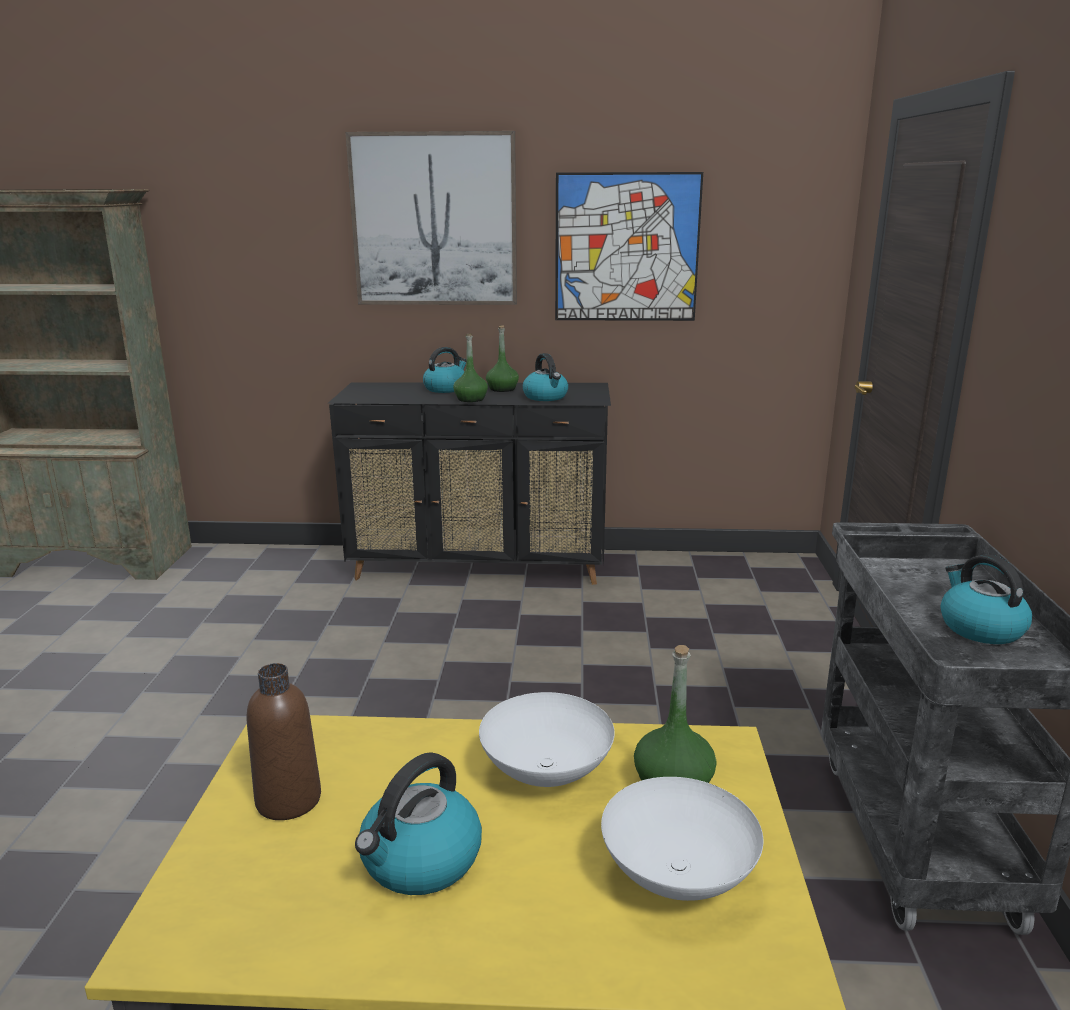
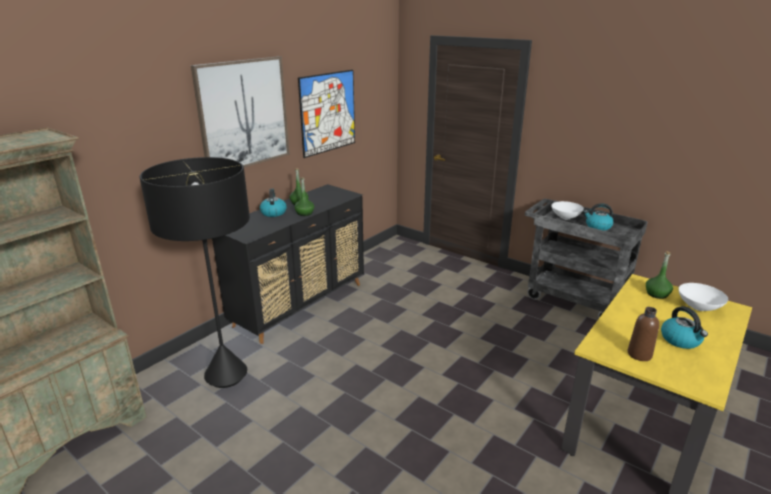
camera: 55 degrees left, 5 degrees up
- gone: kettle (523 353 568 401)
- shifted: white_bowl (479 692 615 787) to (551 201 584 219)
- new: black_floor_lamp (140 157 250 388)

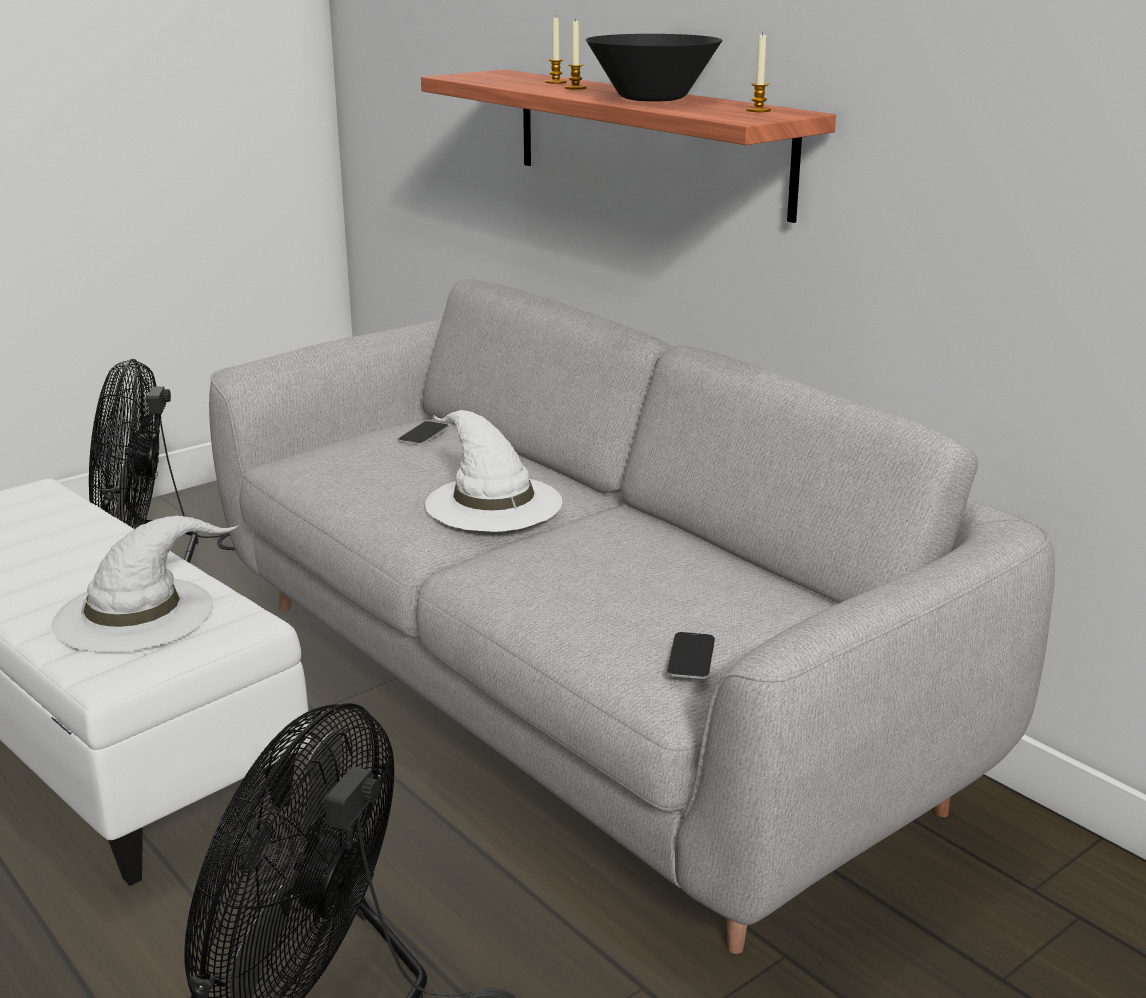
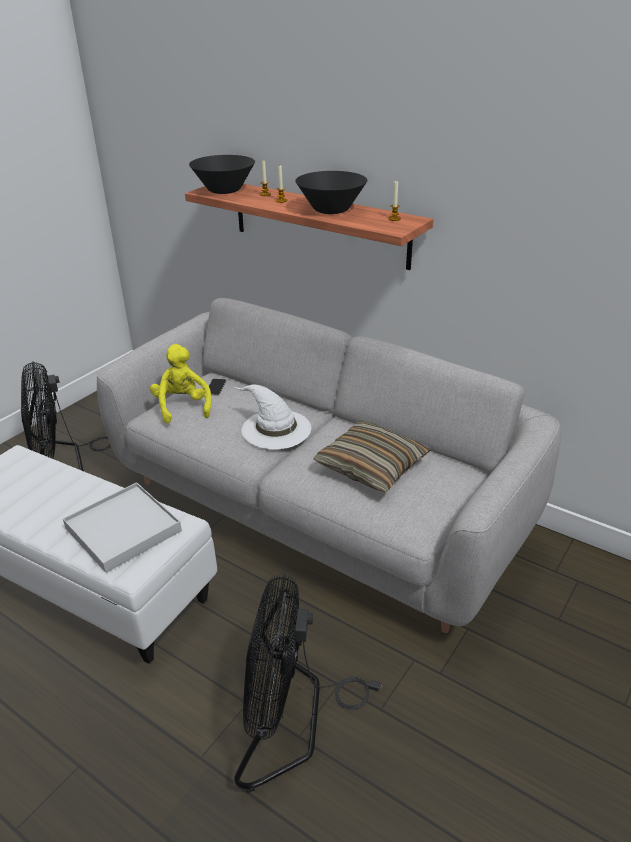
camera: 15 degrees left, 10 degrees up
- swapped: white_hat (52 516 239 653) to white_tray (63 482 182 573)
- gone: phone (667 632 715 679)
- new: black_bowl (189 155 255 194)
- new: yellow_plush_toy (150 344 211 424)
- new: pillow (313 421 431 493)

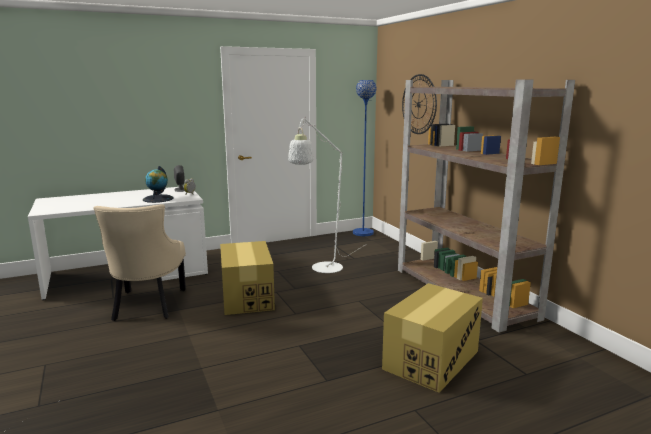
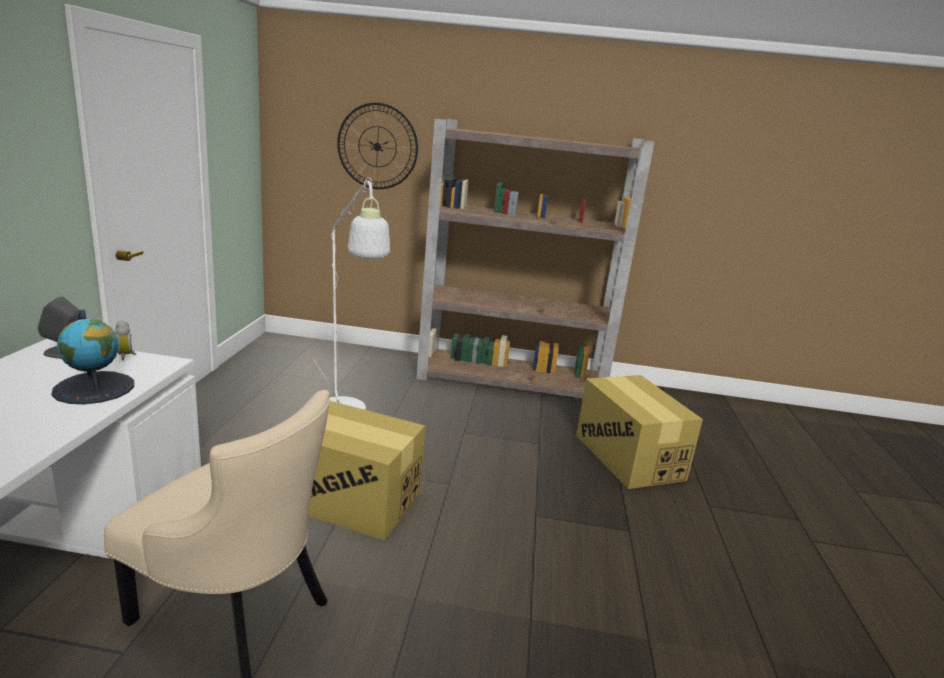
camera: 60 degrees left, 5 degrees up
- gone: blue_floor_lamp (353 80 376 236)

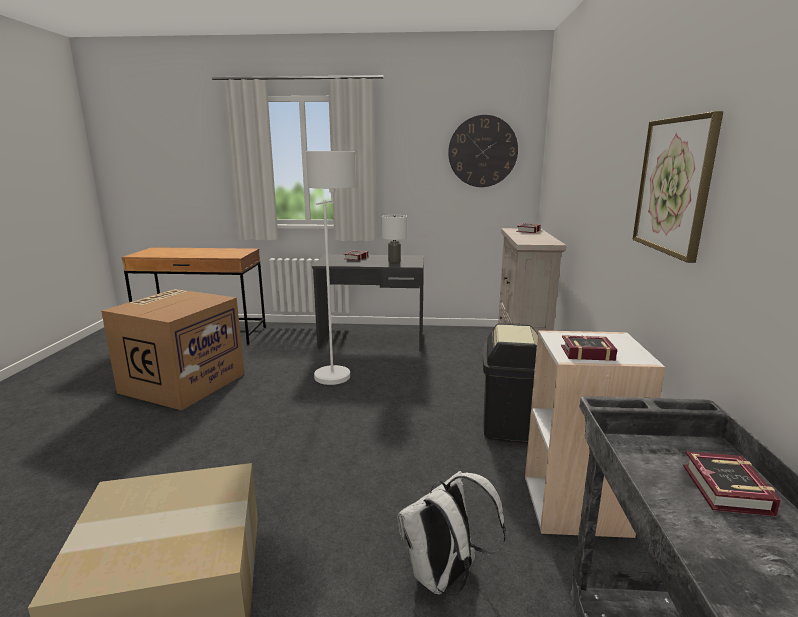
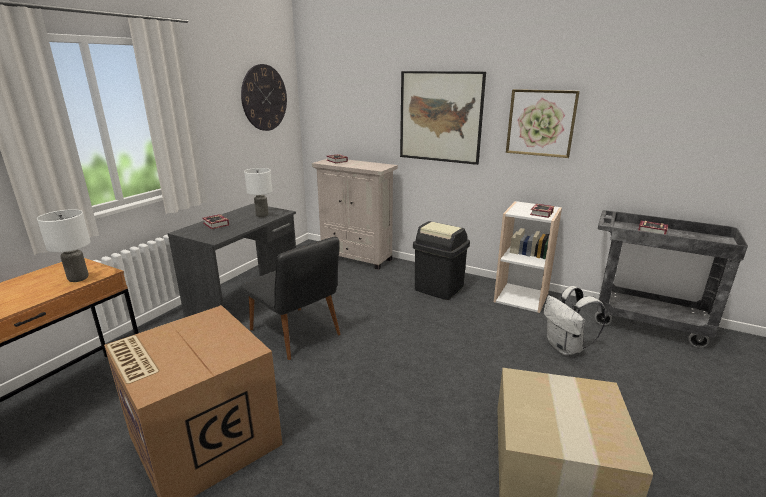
camera: 65 degrees left, 5 degrees up
- swapped: white_floor_lamp (306 151 356 385) to black_chair (241 237 341 360)
- new: picture (400 71 486 165)
- new: white_table_lamp (37 209 91 282)

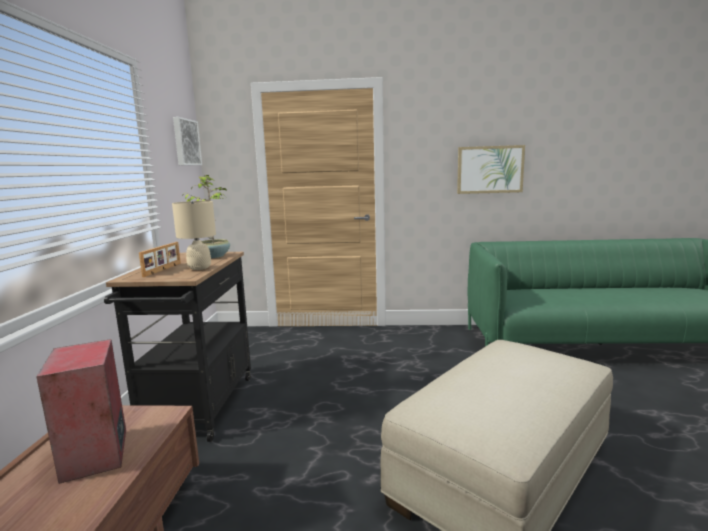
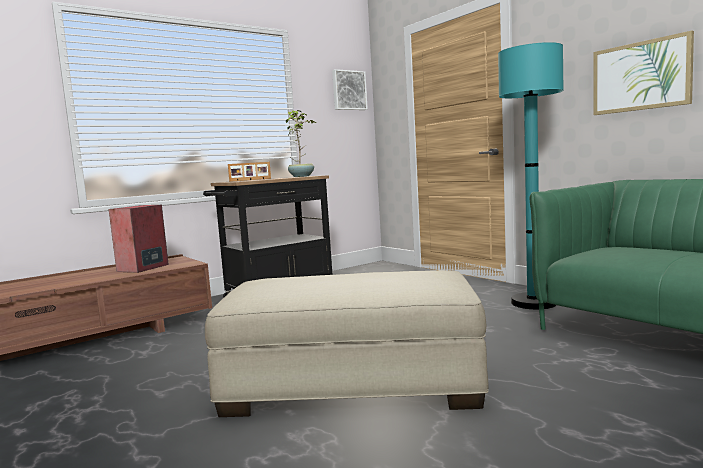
camera: 50 degrees right, 5 degrees down
- gone: beige_table_lamp (172 201 216 270)
- new: turquoise_floor_lamp (498 42 564 309)

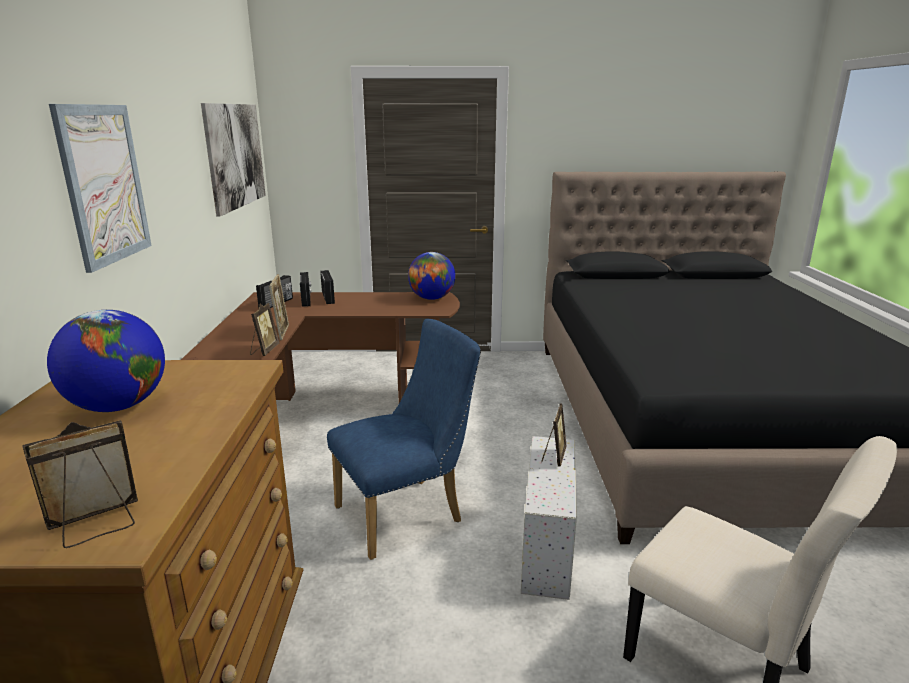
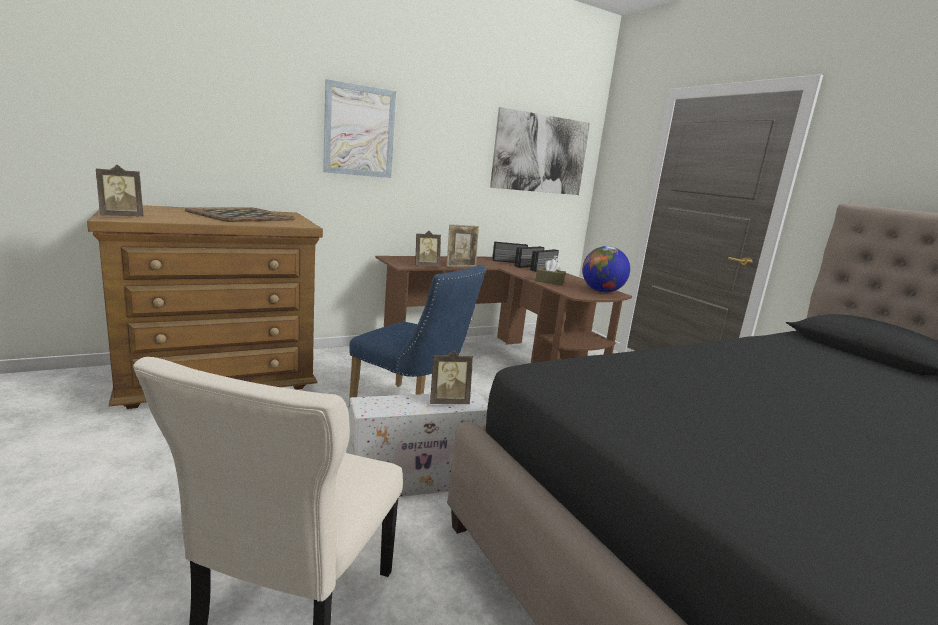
camera: 60 degrees right, 5 degrees down
- swapped: globe (47 310 165 412) to tray (185 207 295 222)
- rotated: picture_frame (22 420 138 548) = (96 165 143 216) 120 degrees clockwise
- new: brown_tissue_box (535 259 566 285)

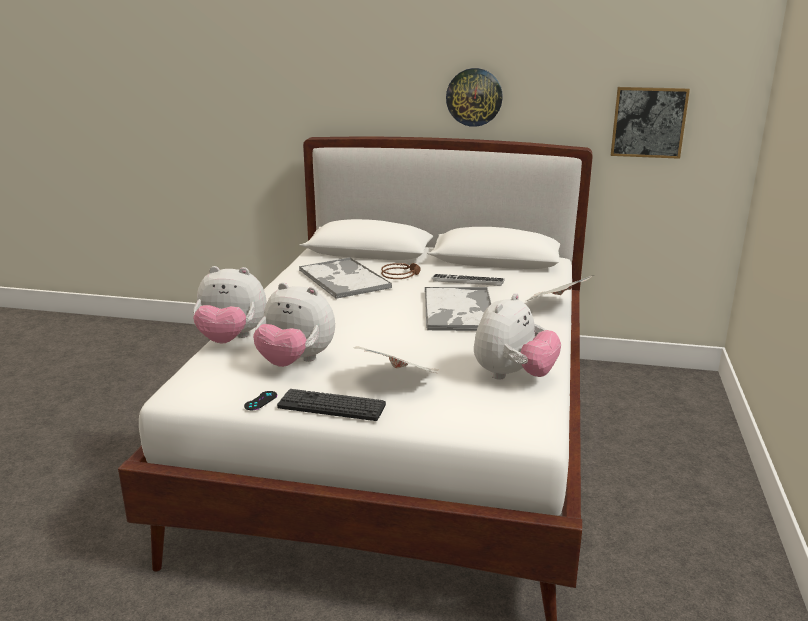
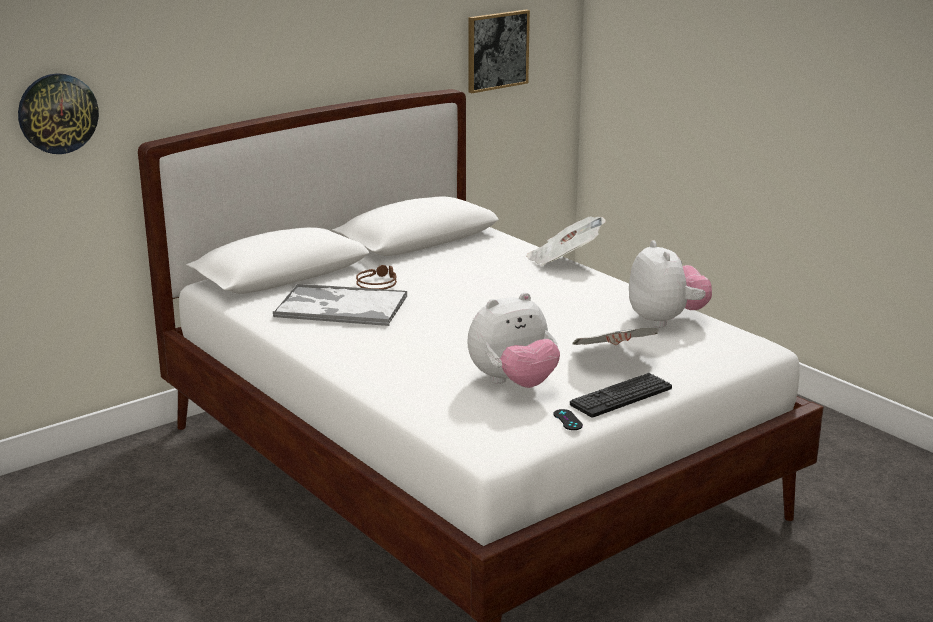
camera: 50 degrees left, 0 degrees up
- shifted: wall_clock (446 68 503 127) to (18 73 99 154)
- gone: plush_toy (193 266 266 344)
- gone: keyboard (431 274 505 286)
- gone: tray (425 287 491 331)

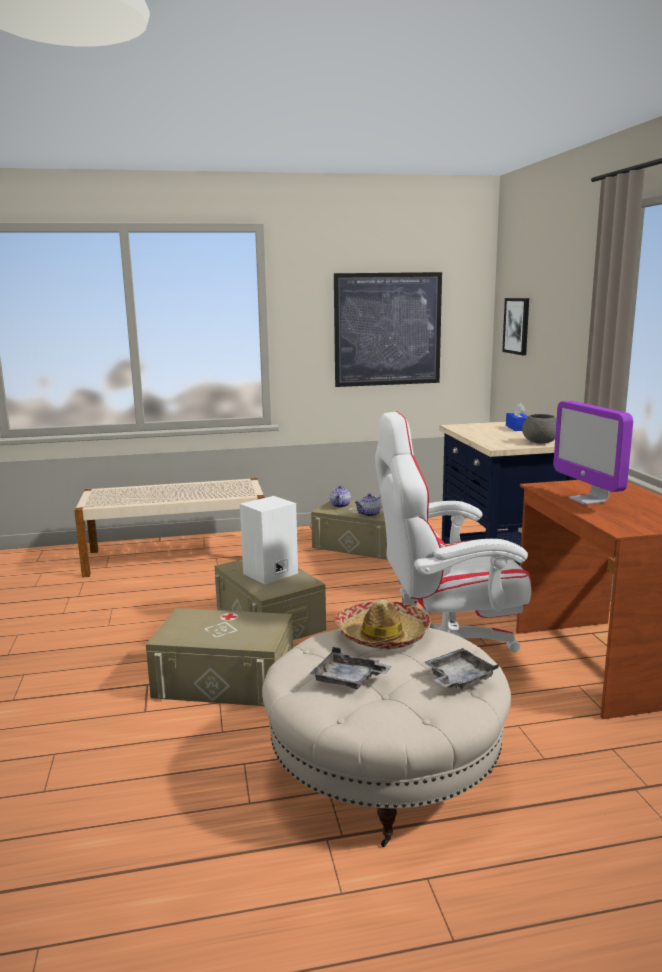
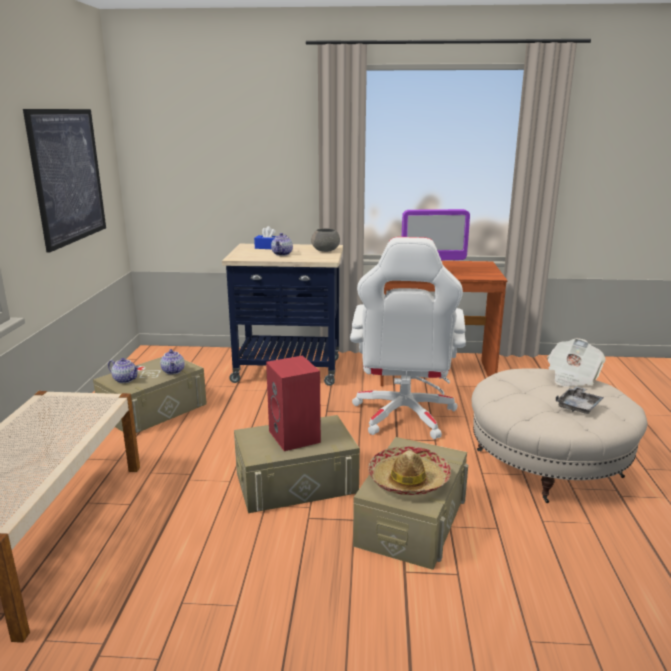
camera: 75 degrees left, 5 degrees up
- gone: picture (502 298 529 355)
- repainted: white_speaker (240 496 298 585) to red_speaker (266 355 321 451)
- shifted: hat (334 600 431 649) to (368 447 451 495)
- swapped: grey_tray (424 648 499 689) to newspaper (547 338 606 387)
- new: teapot (271 233 293 256)

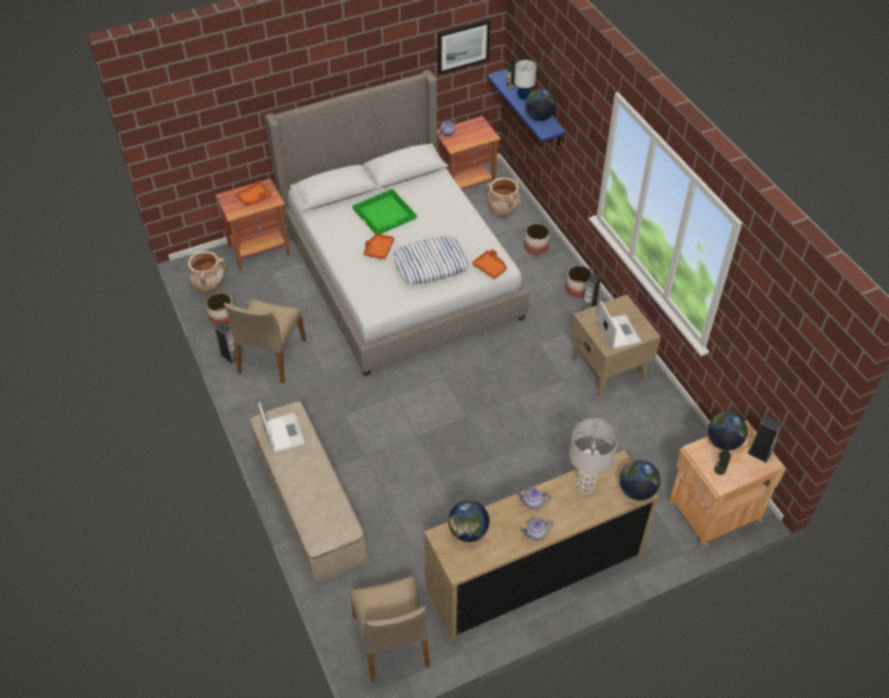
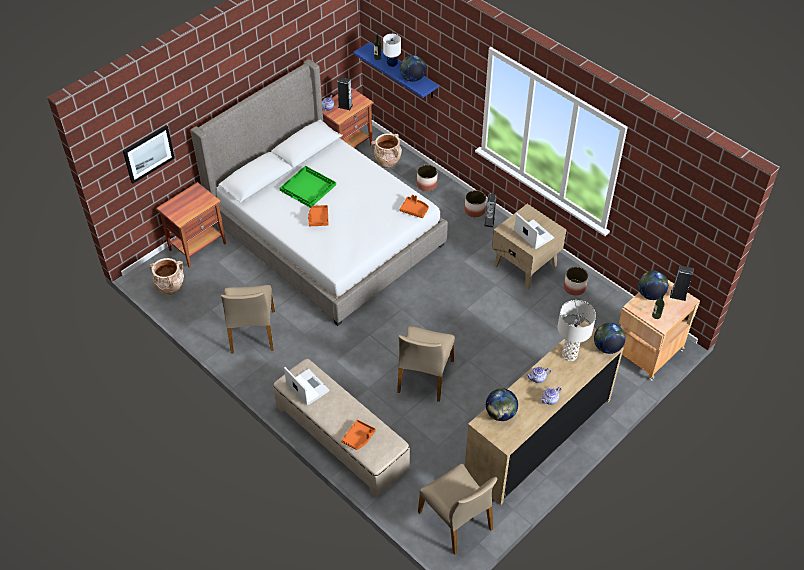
camera: 20 degrees left, 0 degrees up
- shifted: picture (438 19 490 74) to (123 125 175 184)
- shifted: orange_tray (236 182 272 205) to (341 419 376 450)
- gone: pillow (394 236 469 284)
- shifted: planter (206 293 233 325) to (564 267 588 296)
- shifted: speaker (215 322 236 363) to (337 77 353 110)
- new: beige_chair (397 326 455 402)

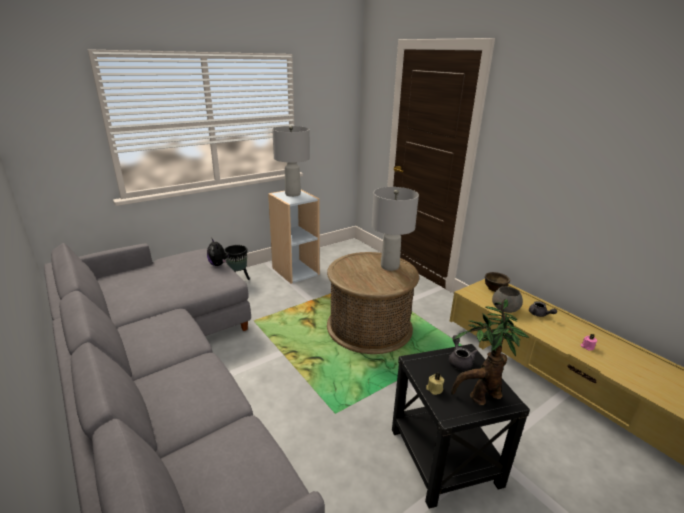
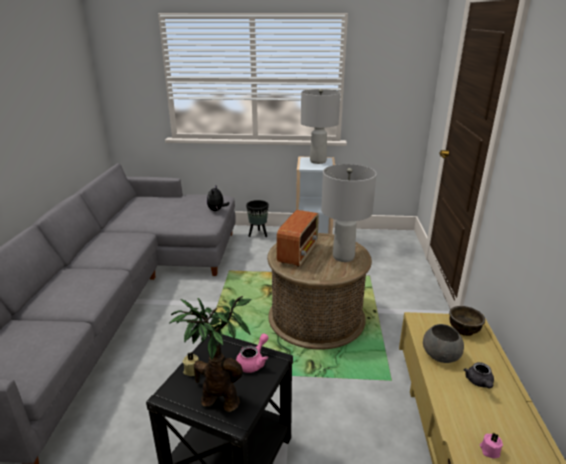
camera: 40 degrees right, 0 degrees up
- repainted: grey_teapot (449 335 478 370) to pink_teapot (236 333 269 373)
- new: radio (277 210 319 267)

